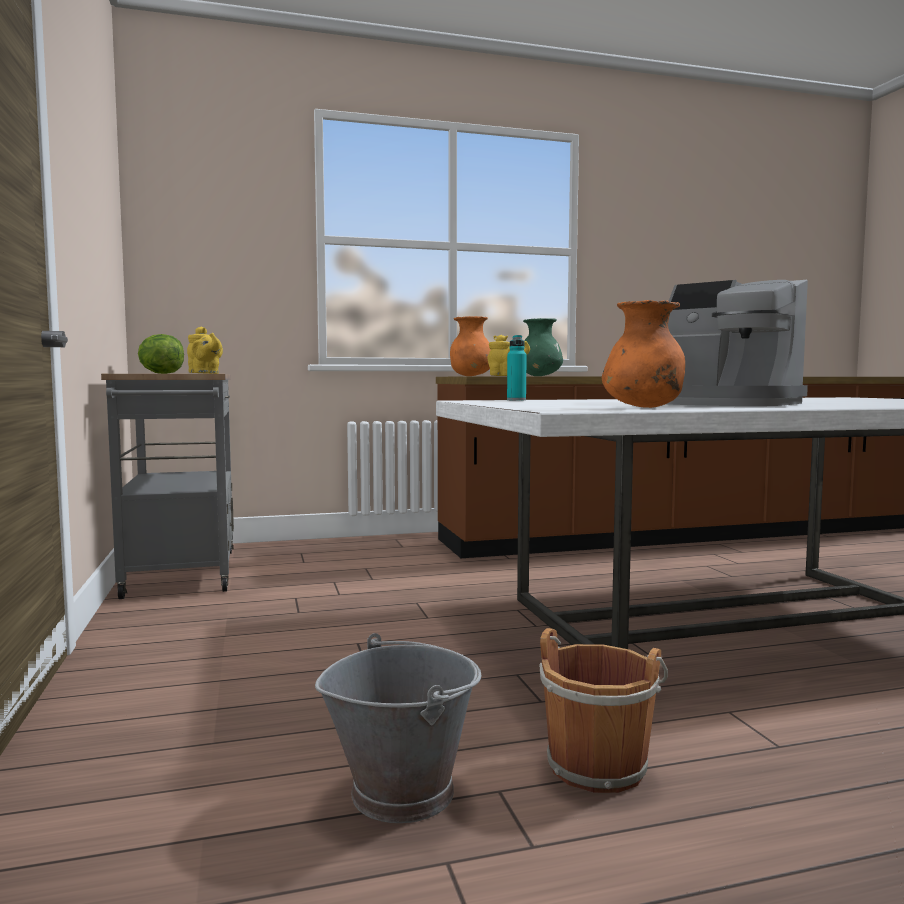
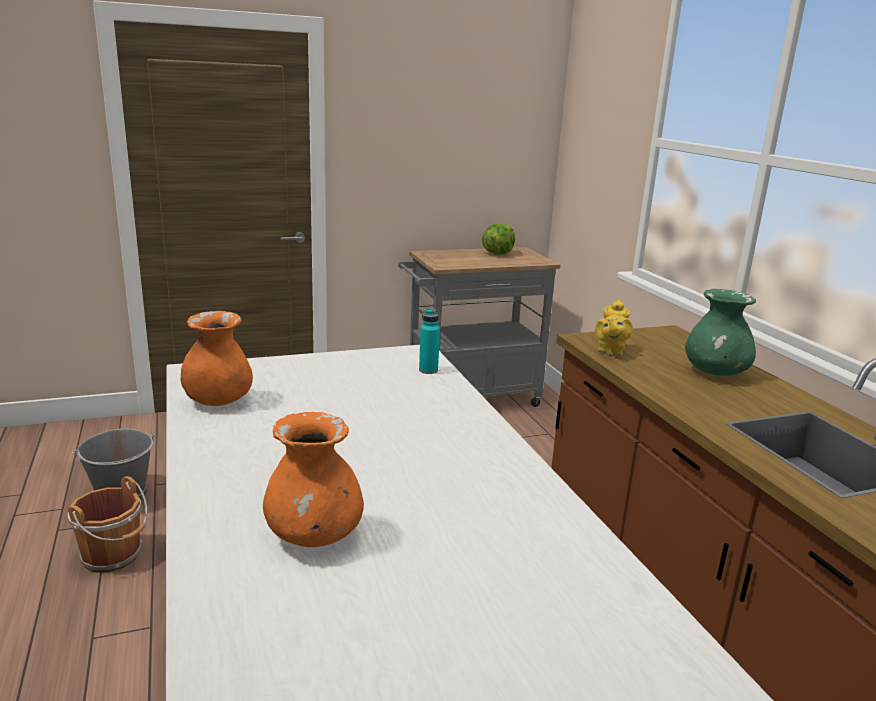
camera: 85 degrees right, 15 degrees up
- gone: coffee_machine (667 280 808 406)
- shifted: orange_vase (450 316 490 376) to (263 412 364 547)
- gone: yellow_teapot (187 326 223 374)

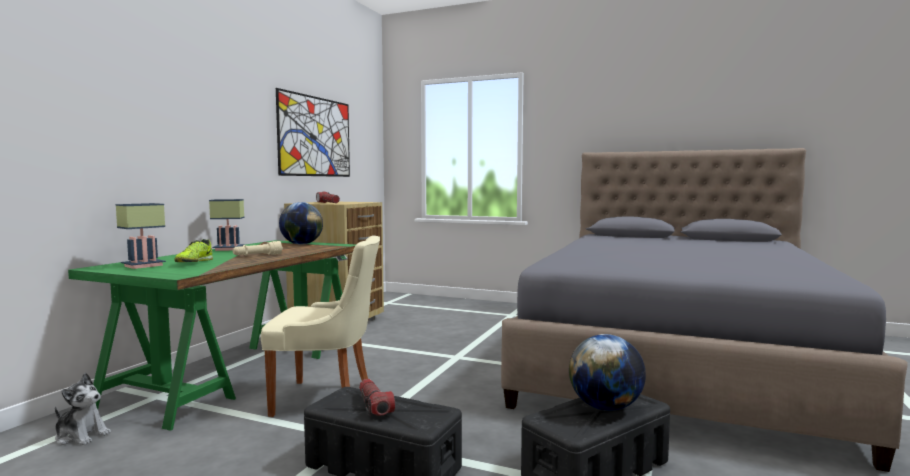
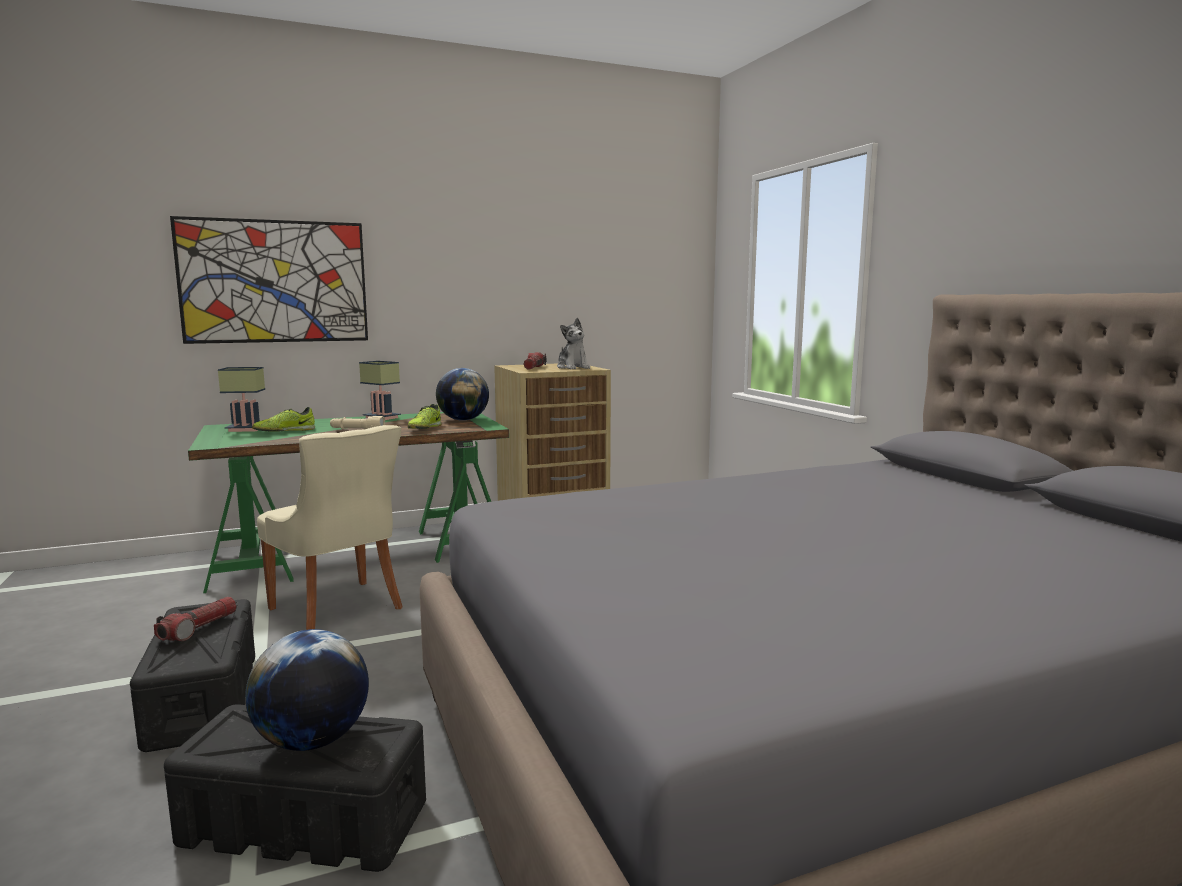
camera: 45 degrees right, 5 degrees up
- shifted: picture (276 88 350 177) to (170 216 368 344)
- shifted: plush_toy (55 373 111 445) to (557 318 590 369)
- new: shoe (407 404 441 429)

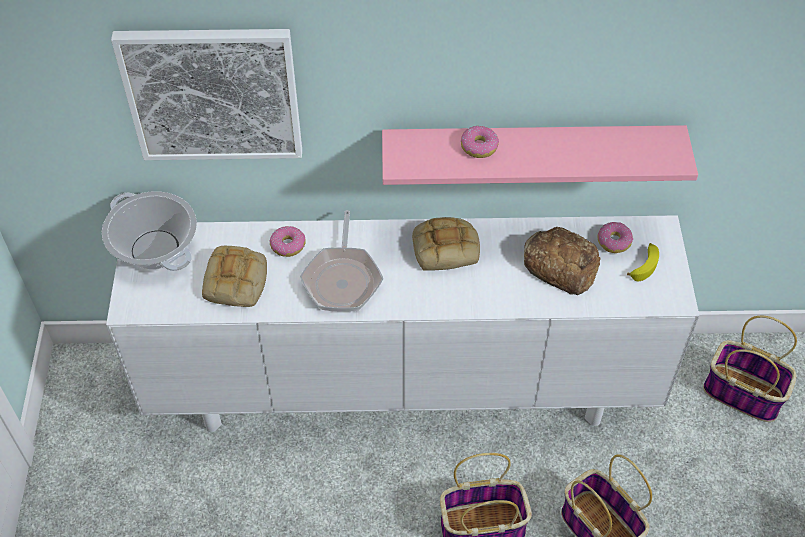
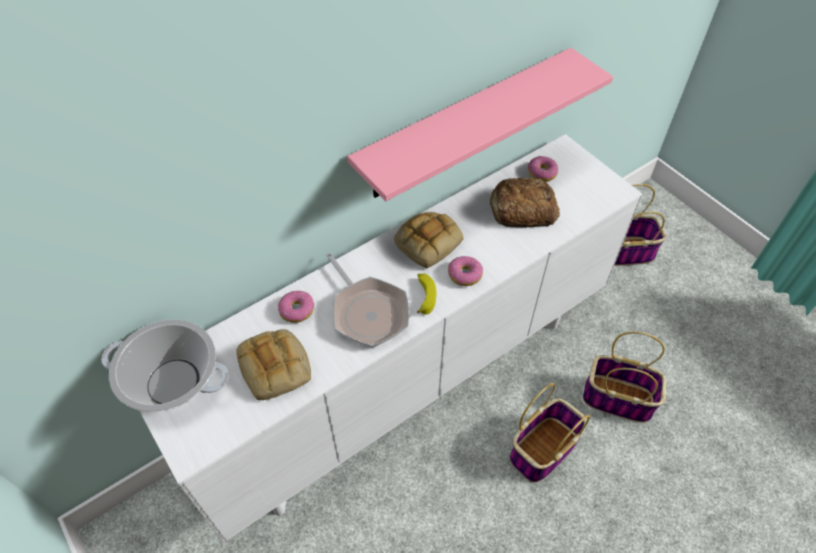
camera: 35 degrees left, 0 degrees up
- gone: picture (111 29 302 160)
- shifted: donut (461 126 499 158) to (448 256 483 286)
- shifted: banana (627 243 659 281) to (417 274 436 315)

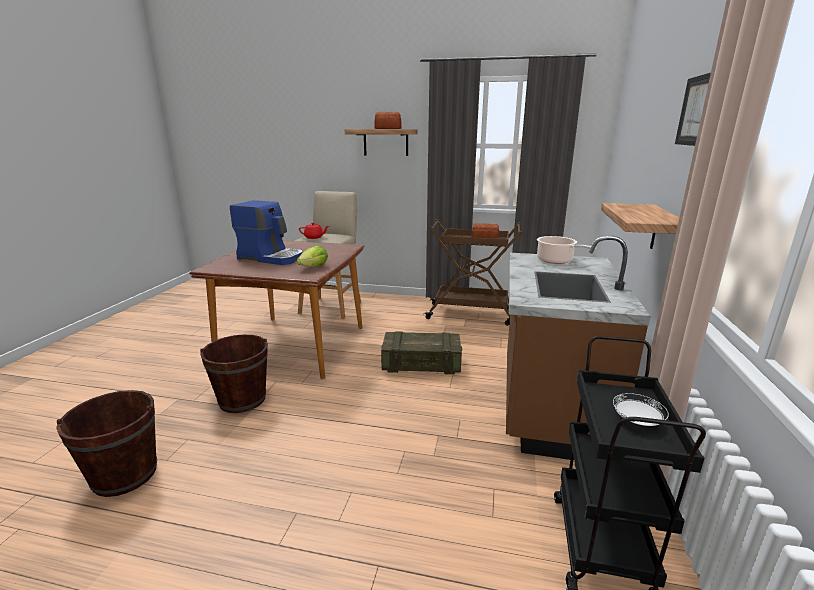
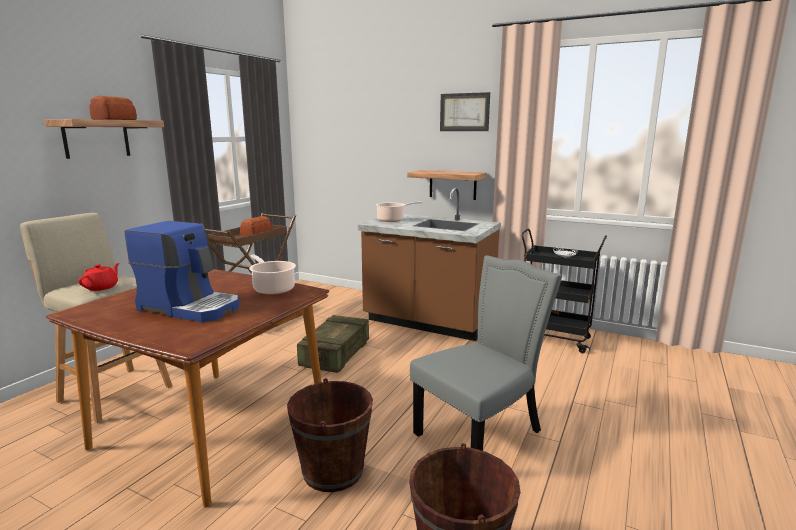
camera: 75 degrees left, 5 degrees down
- rotated: coffee_machine (230 200 303 265) = (125 221 239 322) 75 degrees clockwise
- swapped: lettuce (297 245 328 267) to cooking_pot (249 254 296 295)
- new: grey_chair (410 255 562 451)

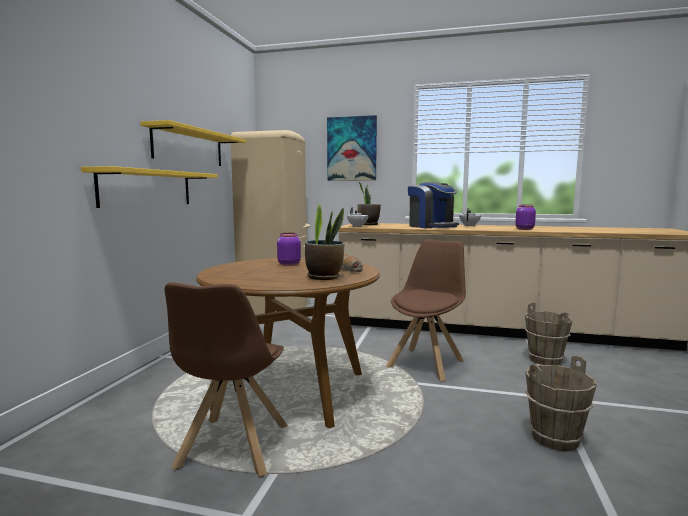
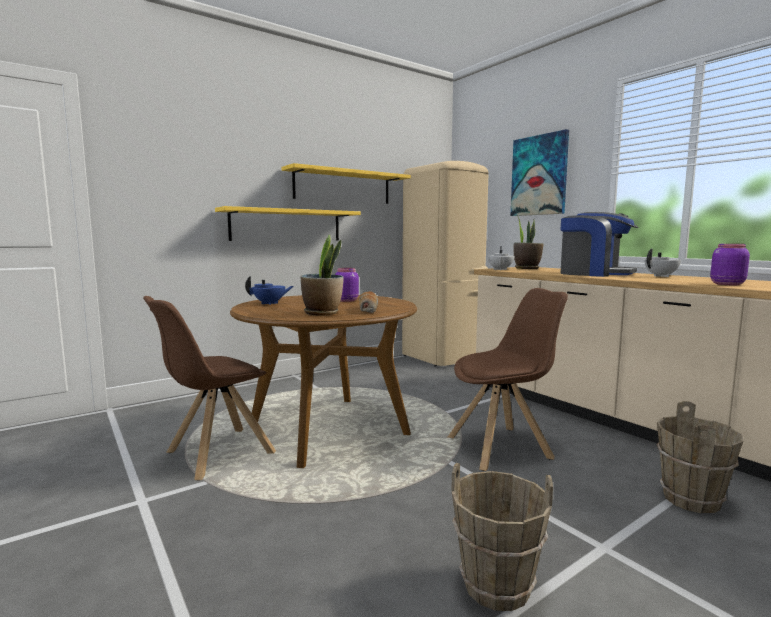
camera: 40 degrees right, 0 degrees up
- rotated: coffee_machine (408 182 459 228) = (561 212 638 277) 60 degrees counterclockwise
- new: blue_teapot (245 276 294 305)

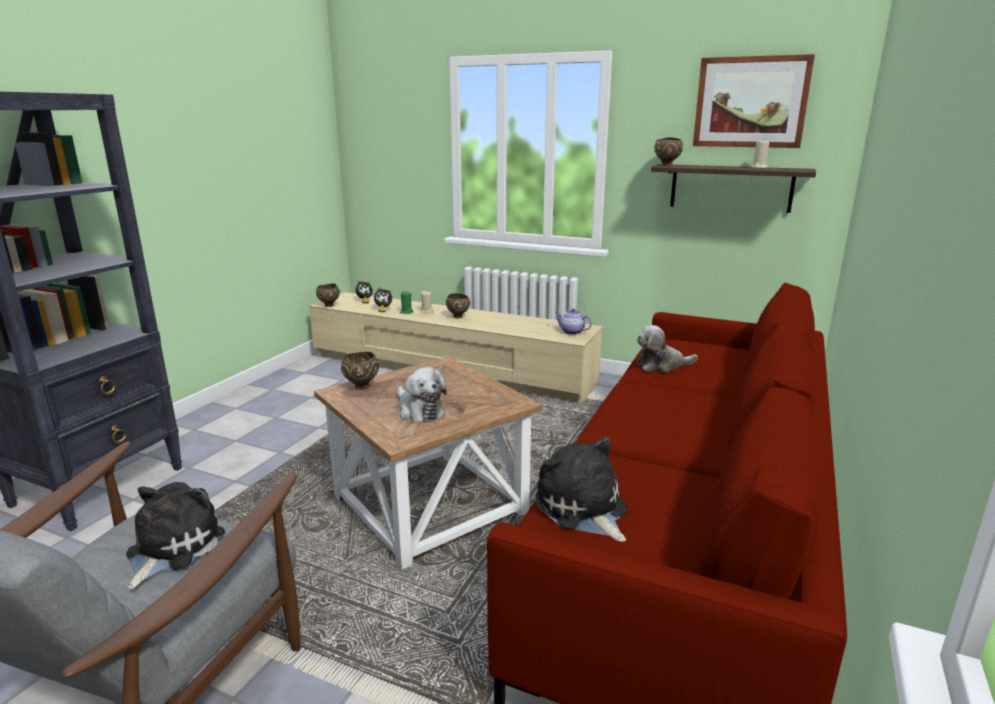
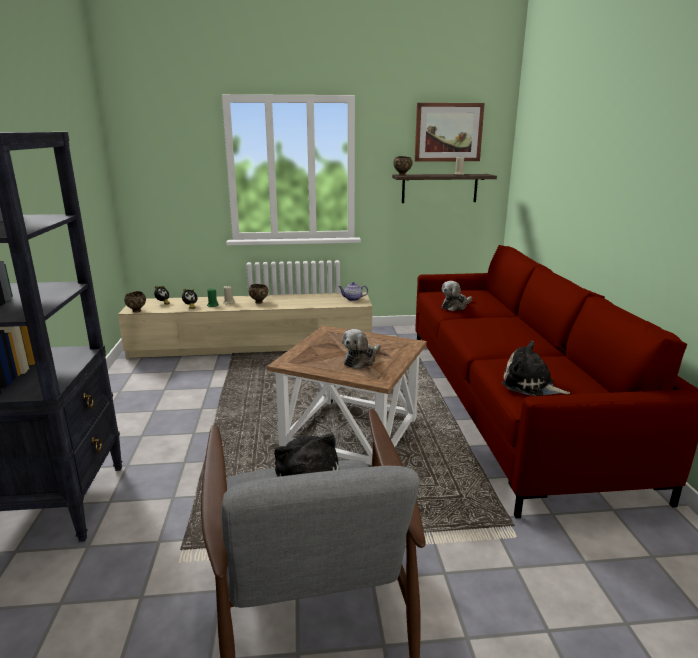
camera: 30 degrees left, 0 degrees up
- gone: brown_bowl (341 352 379 390)
- rotated: plush_toy (397 367 447 422) = (342 329 381 369) 105 degrees clockwise

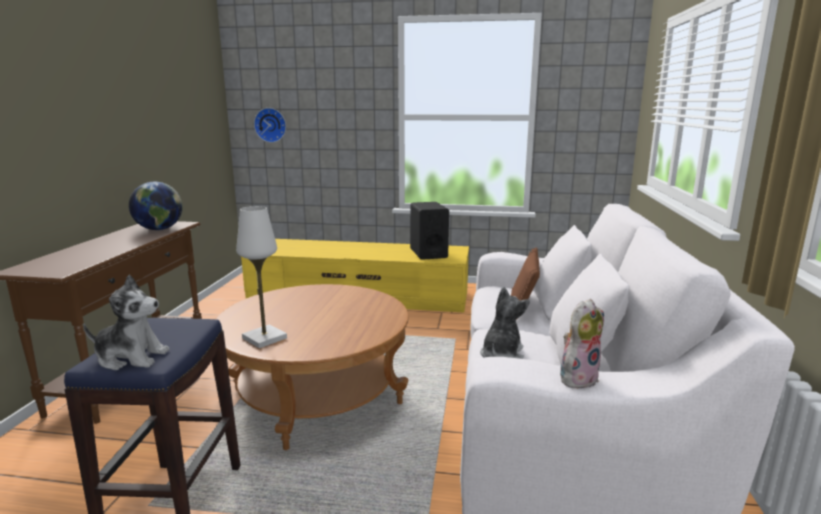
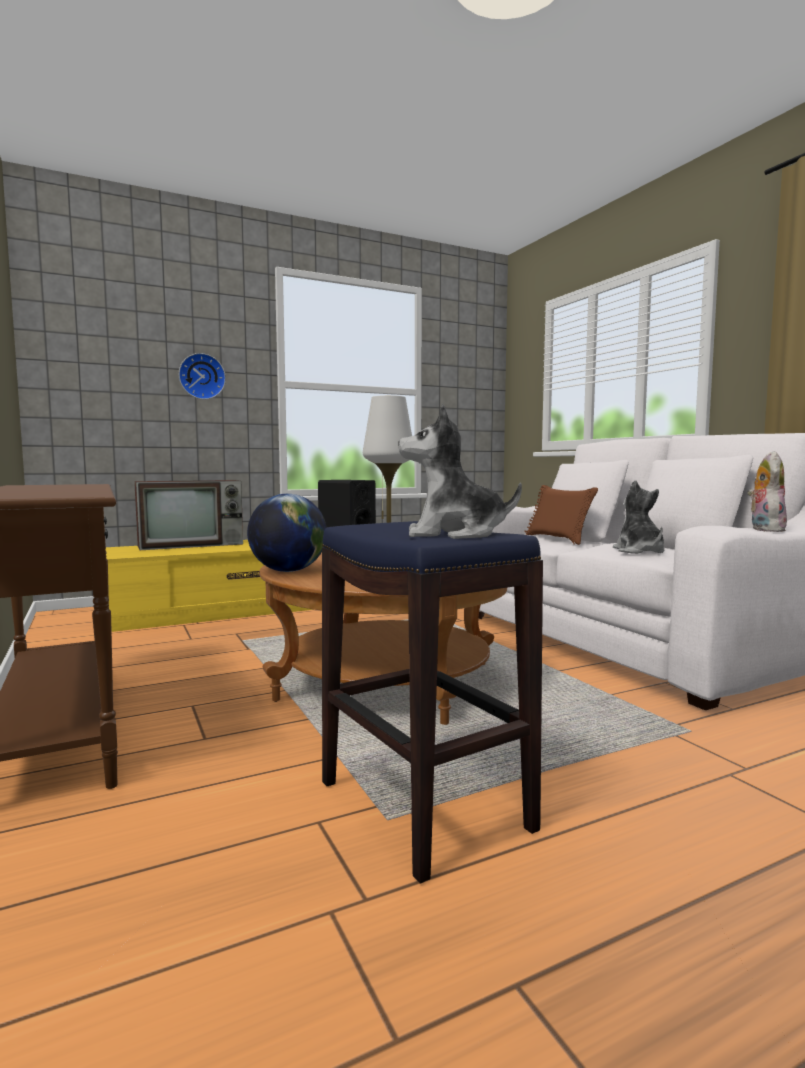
camera: 35 degrees left, 10 degrees down
- shifted: wall_clock (254 108 286 143) to (179 353 226 400)
- shifted: globe (129 182 183 230) to (247 494 327 572)
- rotated: plush_toy (83 274 170 370) = (398 404 522 539) 150 degrees counterclockwise
- new: television (134 480 243 550)

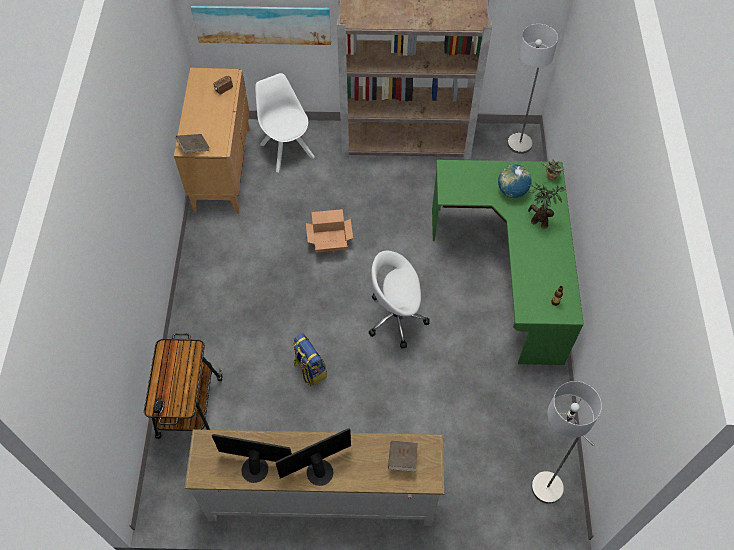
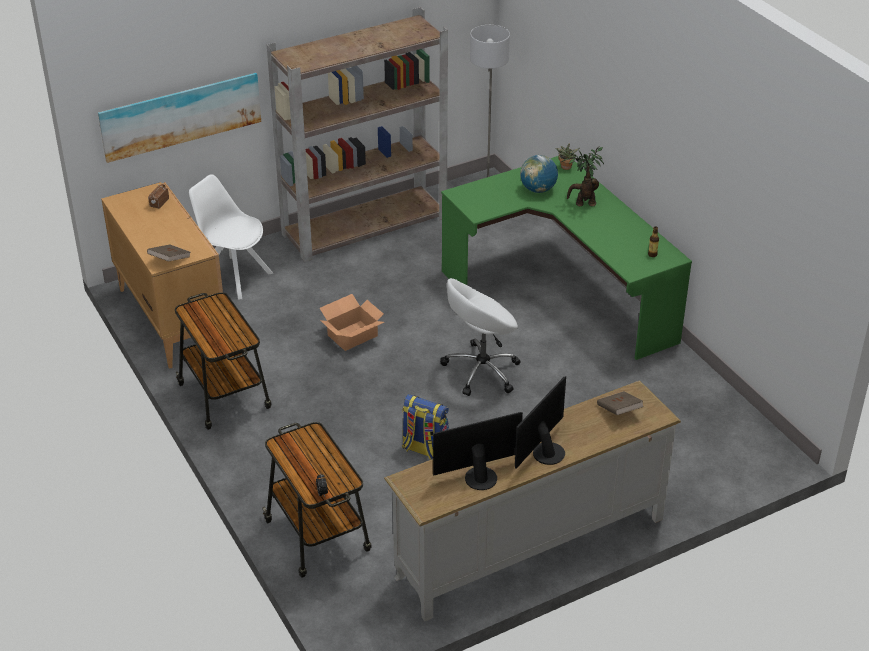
camera: 30 degrees left, 20 degrees down
- gone: grey_floor_lamp (531 381 602 504)
- new: cart (175 292 271 430)

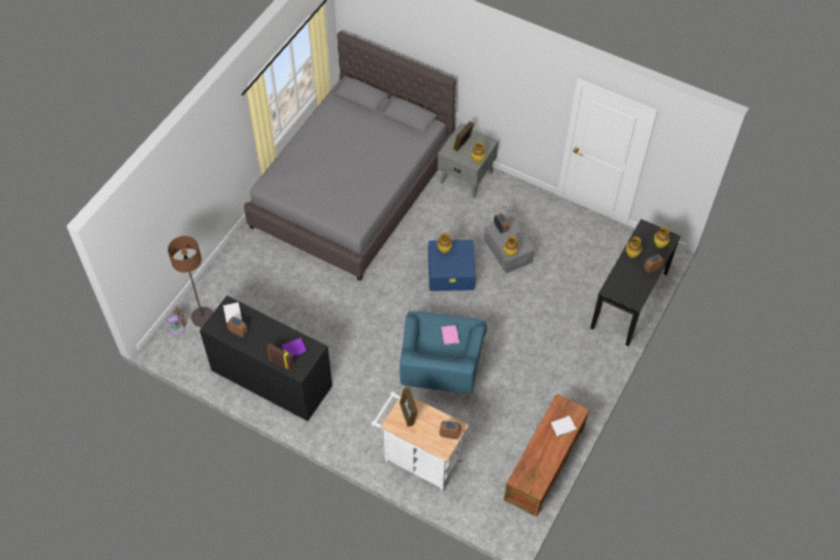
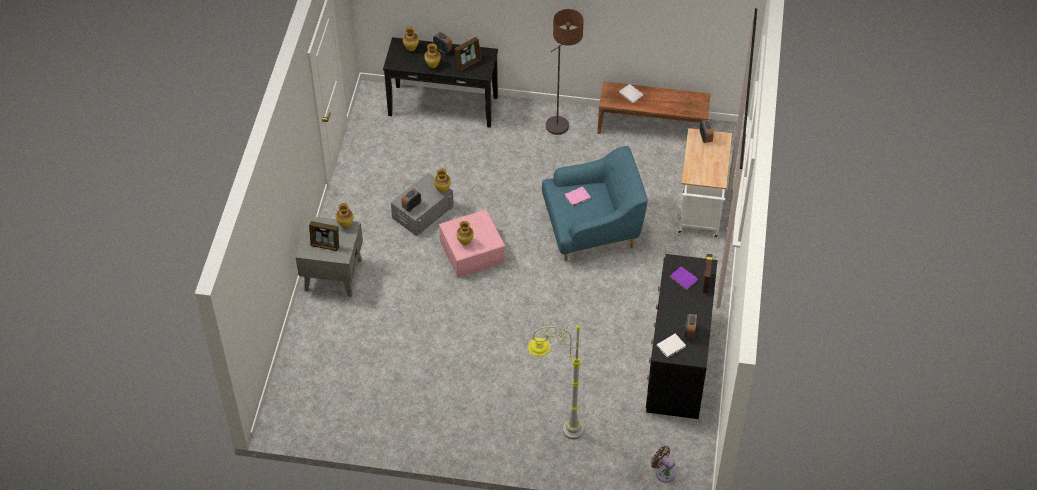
camera: 110 degrees left, 5 degrees down
- gone: grey_bed (244 31 456 281)
- shifted: brown_floor_lamp (168 236 213 327) to (546 9 584 135)
- repainted: blue_storage_box (428 240 476 291) to pink_storage_box (439 210 505 278)
- shifted: picture_frame (400 388 418 427) to (454 37 482 71)
- new: grey_floor_lamp (528 323 584 440)

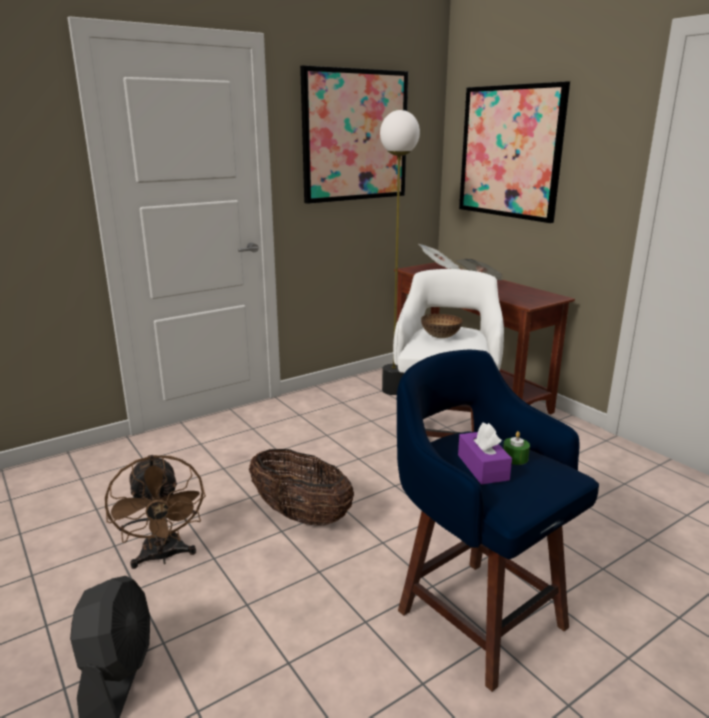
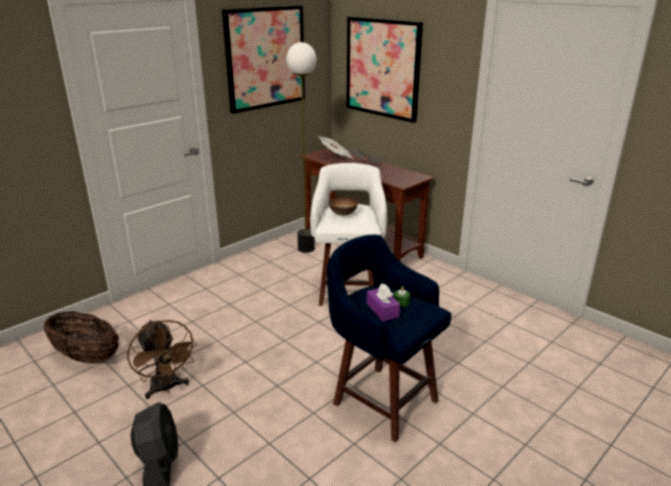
camera: 10 degrees left, 5 degrees up
- shifted: basket (249 449 354 526) to (44 311 119 363)

